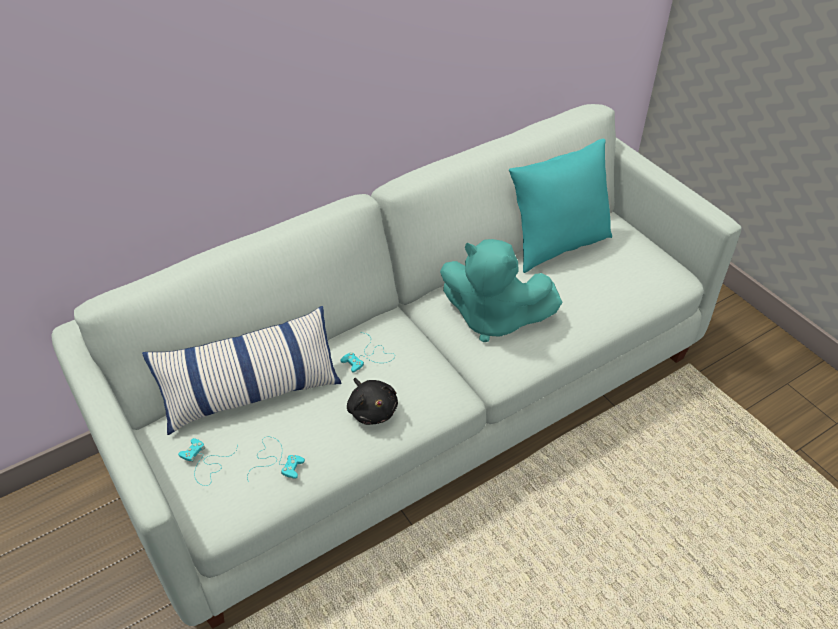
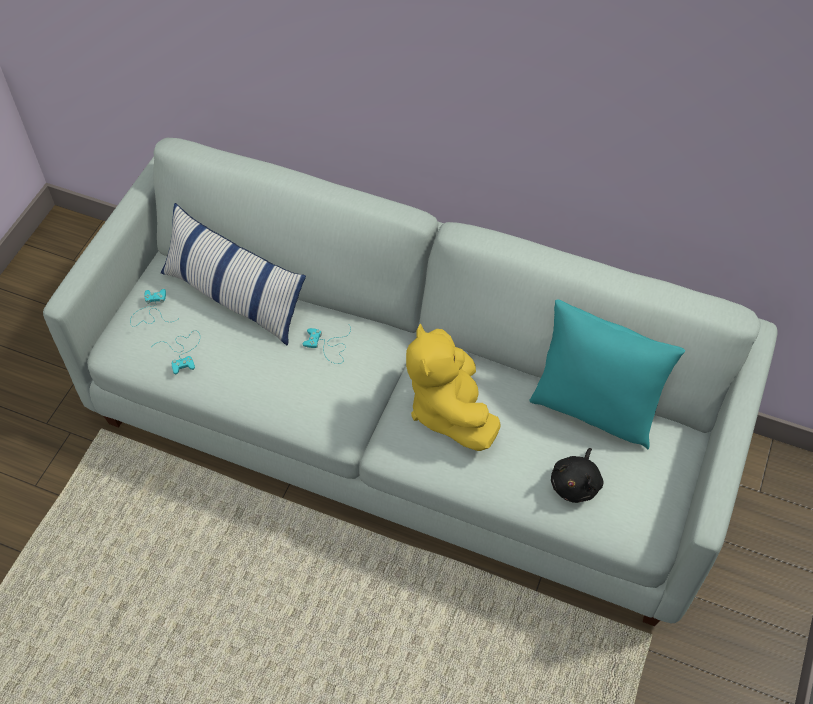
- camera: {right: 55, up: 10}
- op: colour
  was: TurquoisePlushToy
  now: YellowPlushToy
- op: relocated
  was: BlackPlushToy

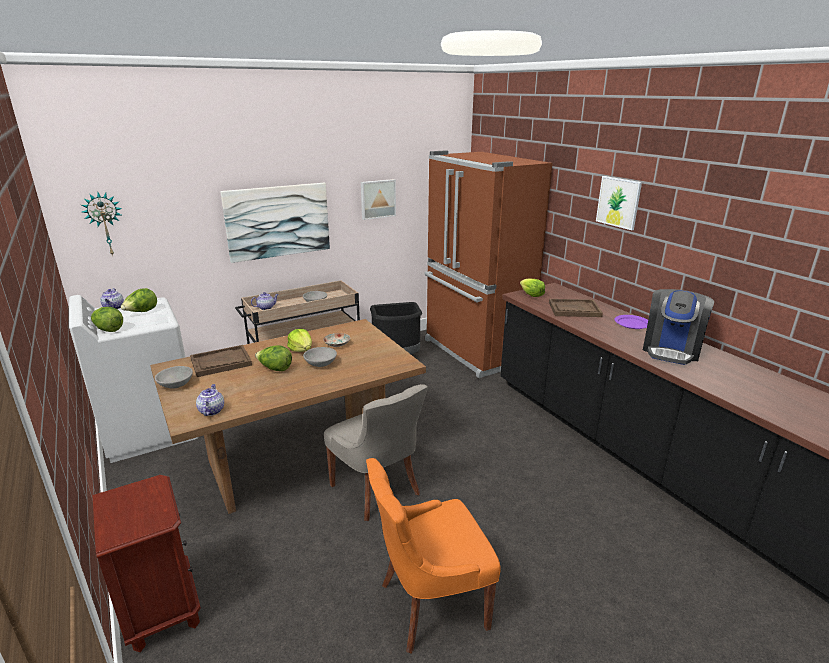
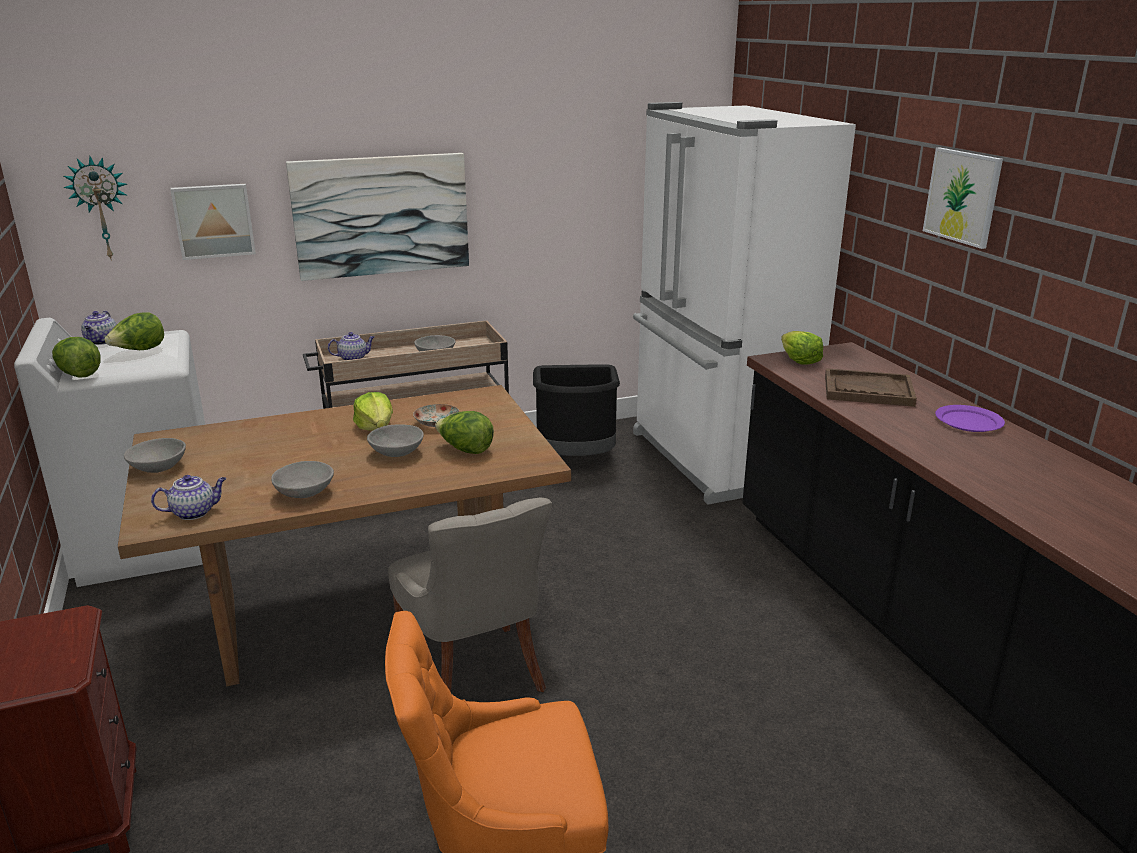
- camera: {right: 10, up: 0}
- op: colour
  was: BrownFridge
  now: WhiteFridge
- op: relocated
  was: Picture (no. 2 from left in the first image)
  now: Picture (no. 1 from left)
- op: missing
  was: CoffeeMachine
- op: missing
  was: BrownTray (no. 1 from left)
- op: relocated
  was: Lettuce (no. 3 from left in the first image)
  now: Lettuce (no. 4 from left)
- op: spun
  was: Teapot (no. 2 from left)
  clockwise: 60
- op: appeared
  now: GreyBowl (no. 2 from left)

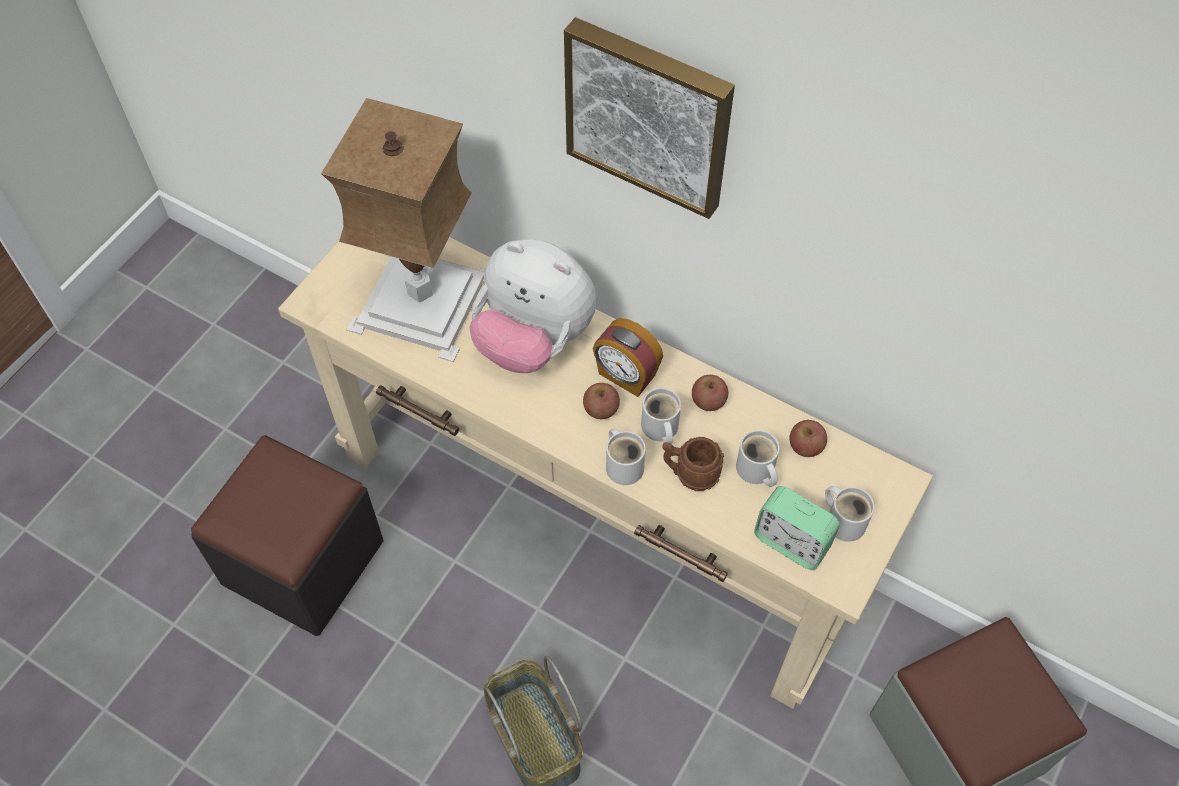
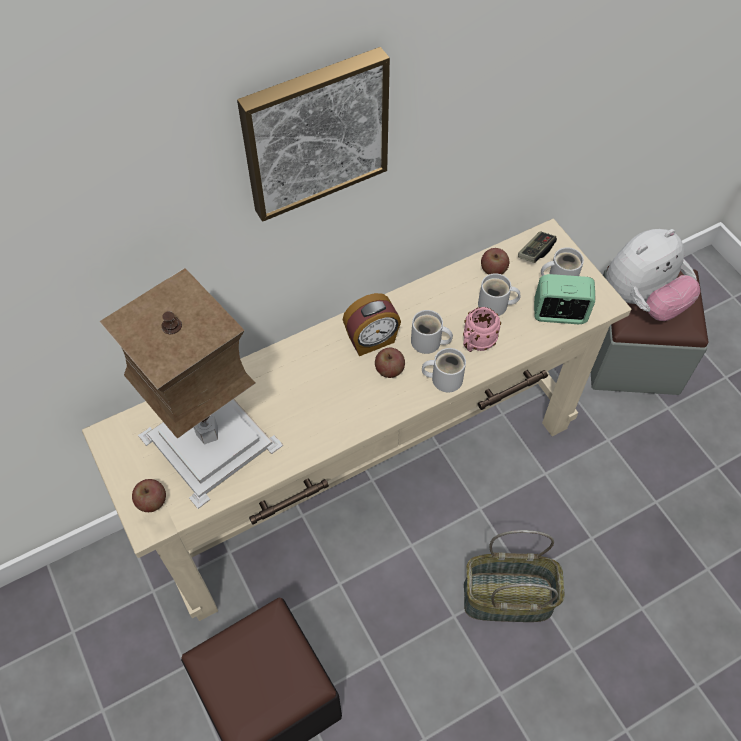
- camera: {right: -60, up: 0}
- op: relocated
  was: PlushToy
- op: relocated
  was: Apple (no. 2 from left in the first image)
  now: Apple (no. 1 from left)
- op: colour
  was: BrownMug
  now: PinkMug
- op: spun
  was: AlarmClock (no. 2 from left)
  clockwise: -150
- op: appeared
  now: GameController

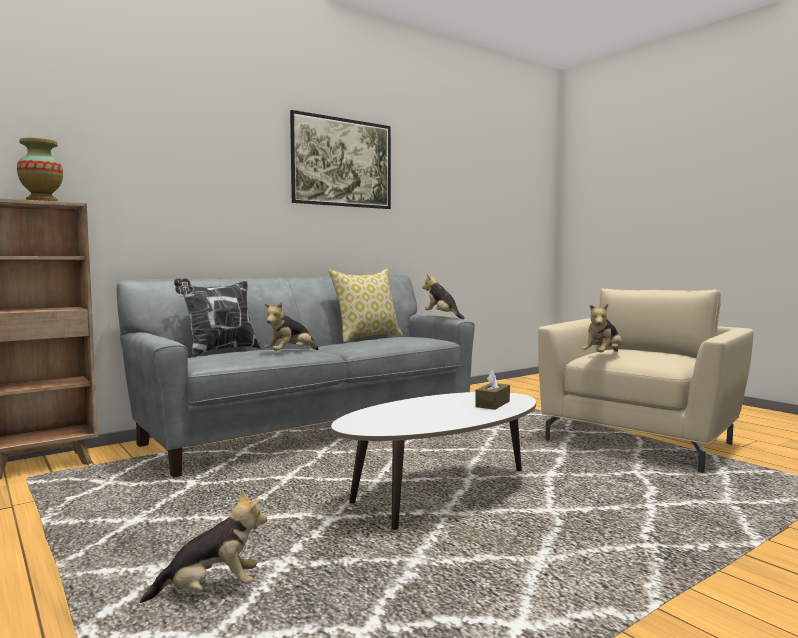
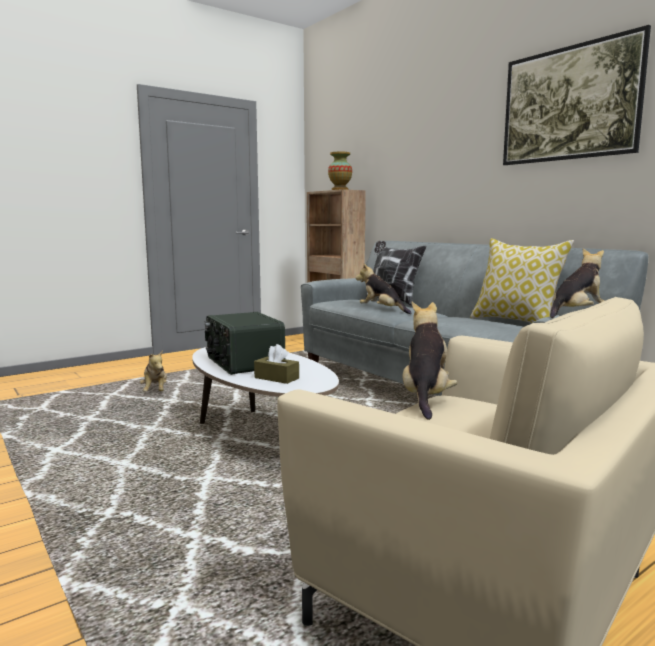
- camera: {right: 90, up: 5}
- op: spun
  was: PlushToy (no. 4 from left in the first image)
  clockwise: 60
- op: appeared
  now: Radio

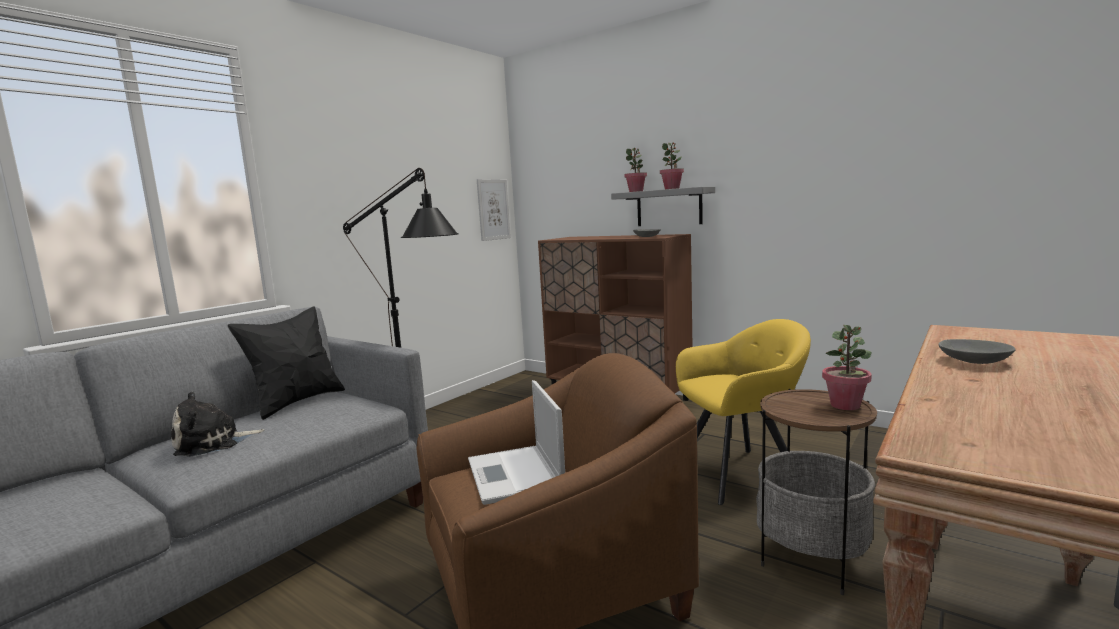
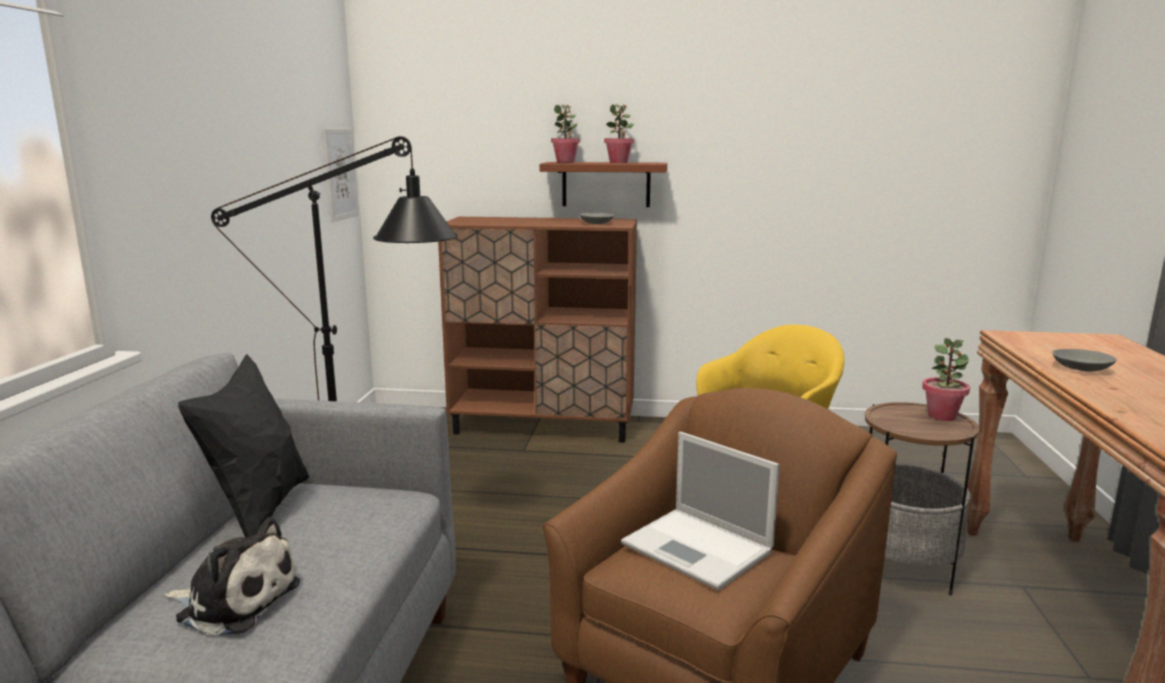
- camera: {right: -30, up: 5}
- op: colour
  was: GreyShelf
  now: BrownShelf
- op: spun
  was: PlushToy
  clockwise: -105

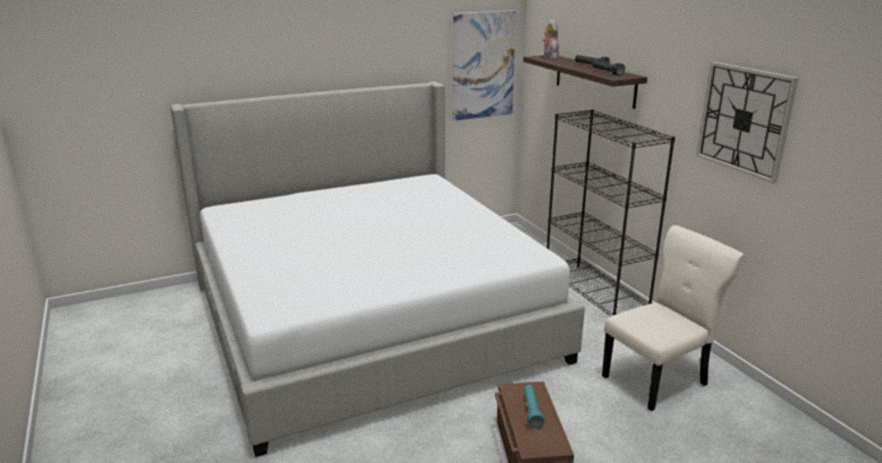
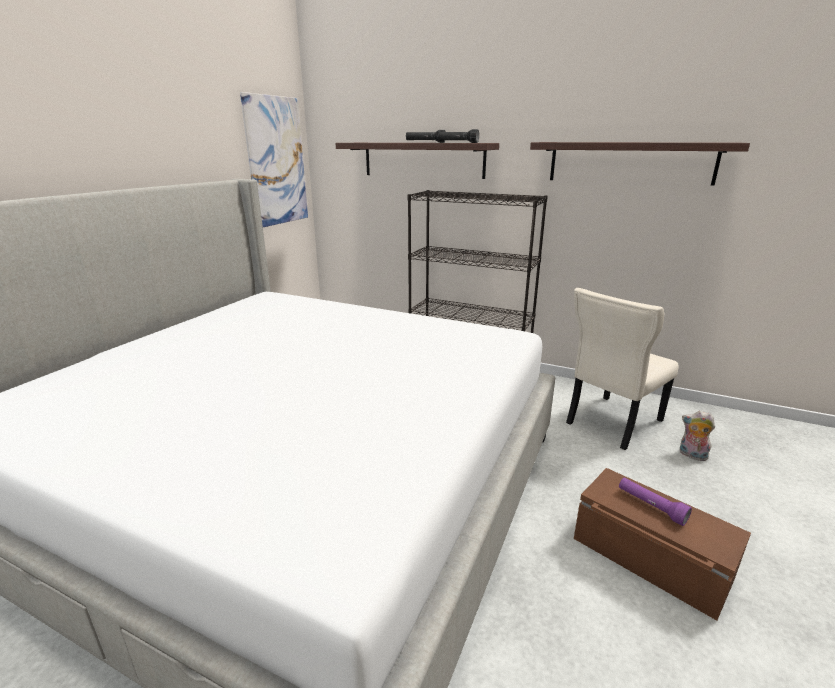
- camera: {right: -40, up: 0}
- op: relocated
  was: PlushToy
- op: exchanged
  was: WallClock
  now: Shelf (no. 2 from left)
- op: spun
  was: BeigeChair
  clockwise: -150
- op: colour
  was: TurquoiseFlashlight
  now: PurpleFlashlight

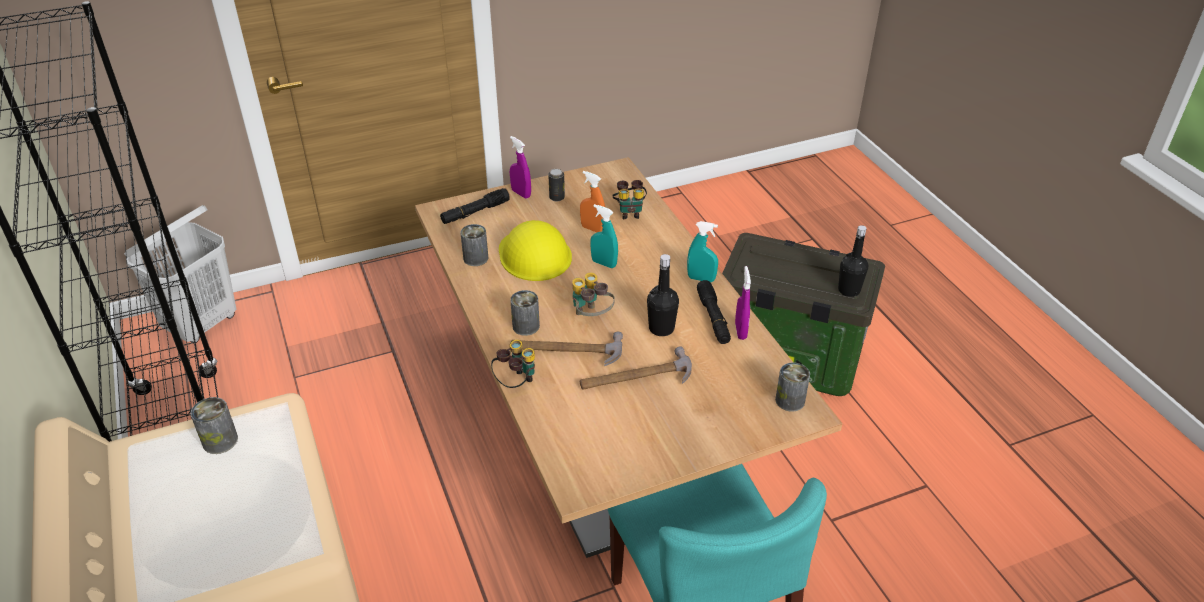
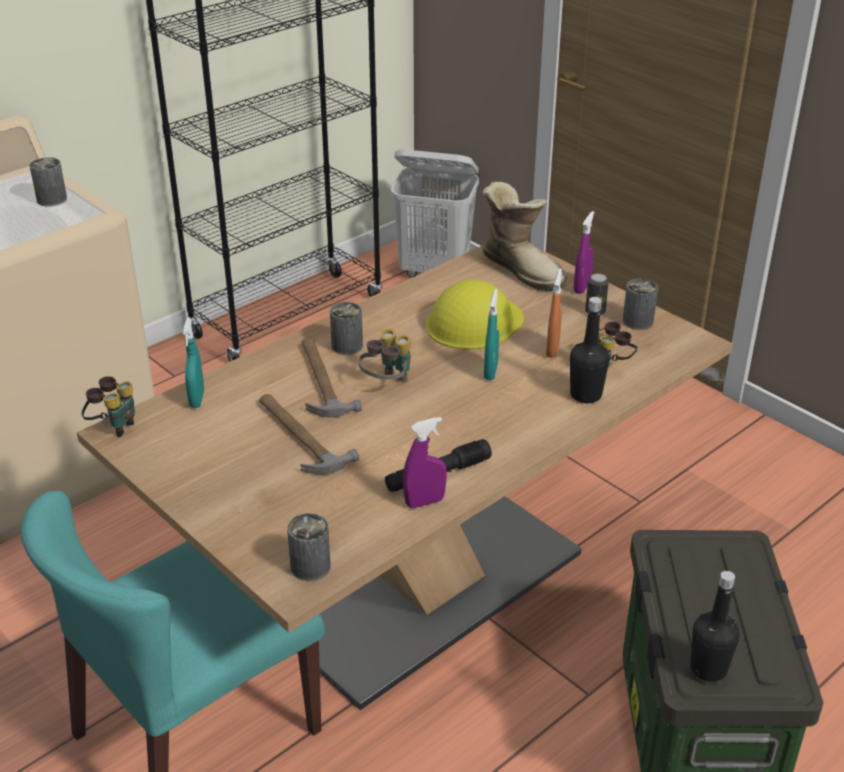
- camera: {right: 70, up: -5}
- op: exchanged
  was: BlackFlashlight (no. 1 from left)
  now: Boot
- op: relocated
  was: TurquoiseSprayBottle (no. 2 from left in the first image)
  now: TurquoiseSprayBottle (no. 1 from left)
- op: relocated
  was: Can (no. 2 from left in the first image)
  now: Can (no. 5 from left)
- op: relocated
  was: BlackBottle (no. 1 from left)
- op: relocated
  was: Binoculars (no. 1 from left)

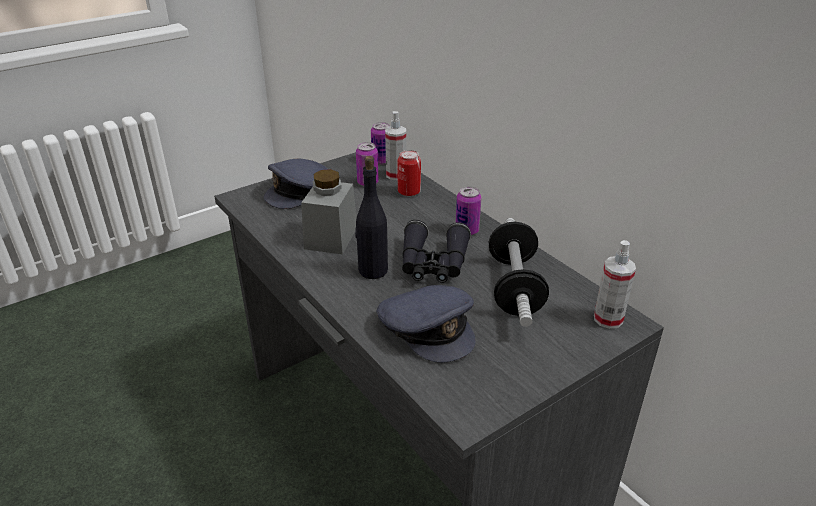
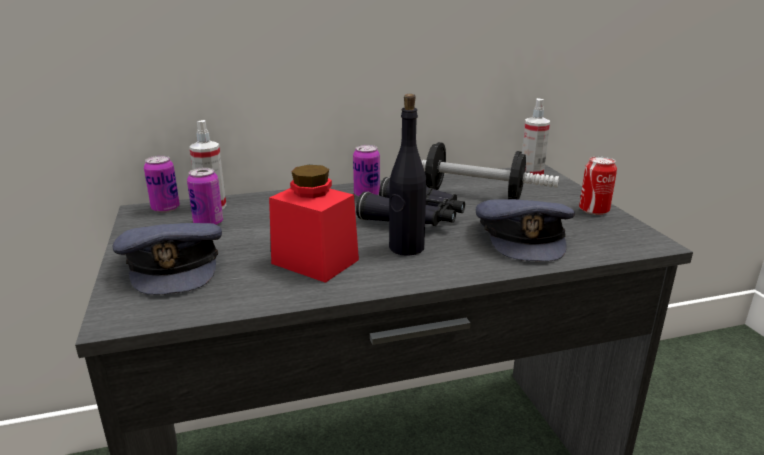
- camera: {right: -70, up: -10}
- op: relocated
  was: Can (no. 3 from left in the first image)
  now: Can (no. 4 from left)
- op: colour
  was: GreyJar
  now: RedJar
- op: spun
  was: GreyCap (no. 2 from left)
  clockwise: 105

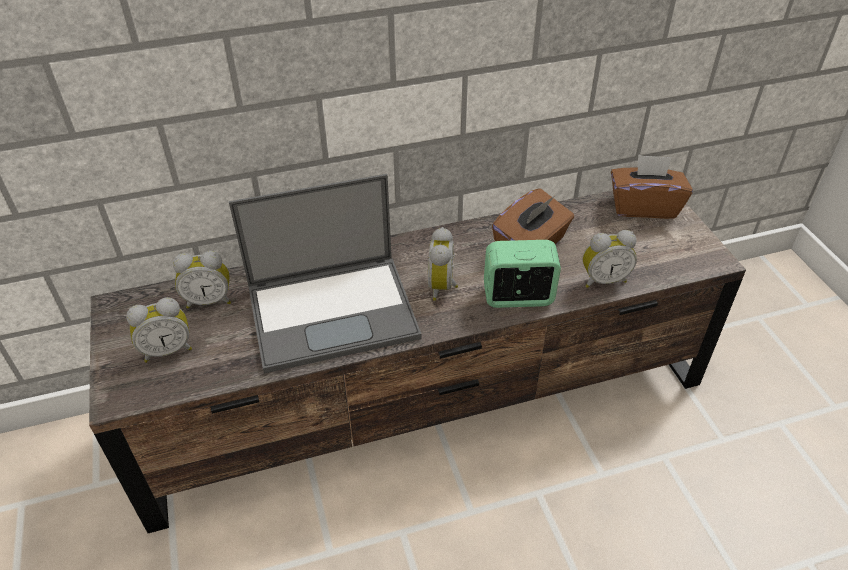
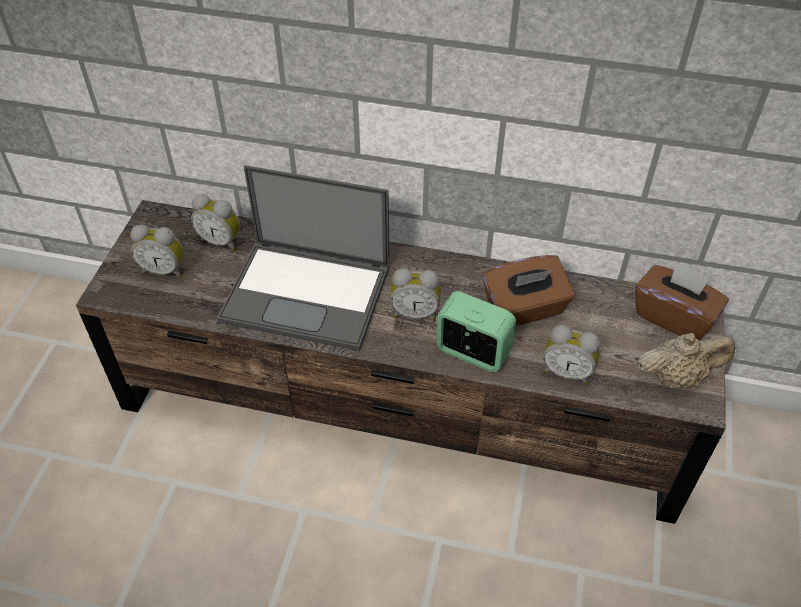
- camera: {right: 30, up: 5}
- op: spun
  was: AlarmClock (no. 3 from left)
  clockwise: -120
- op: appeared
  now: BeigeTeapot

